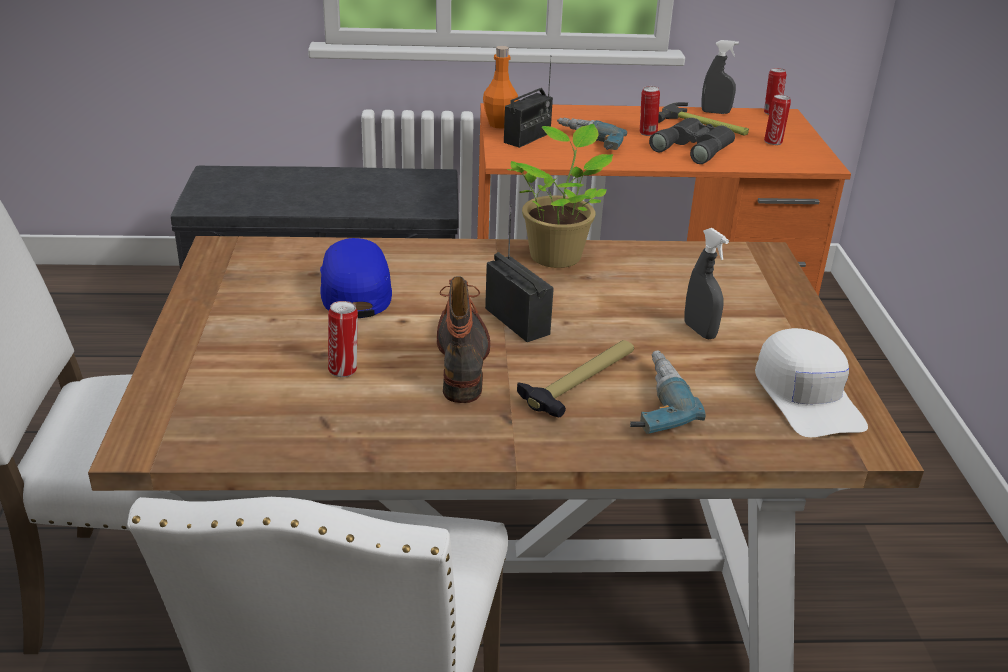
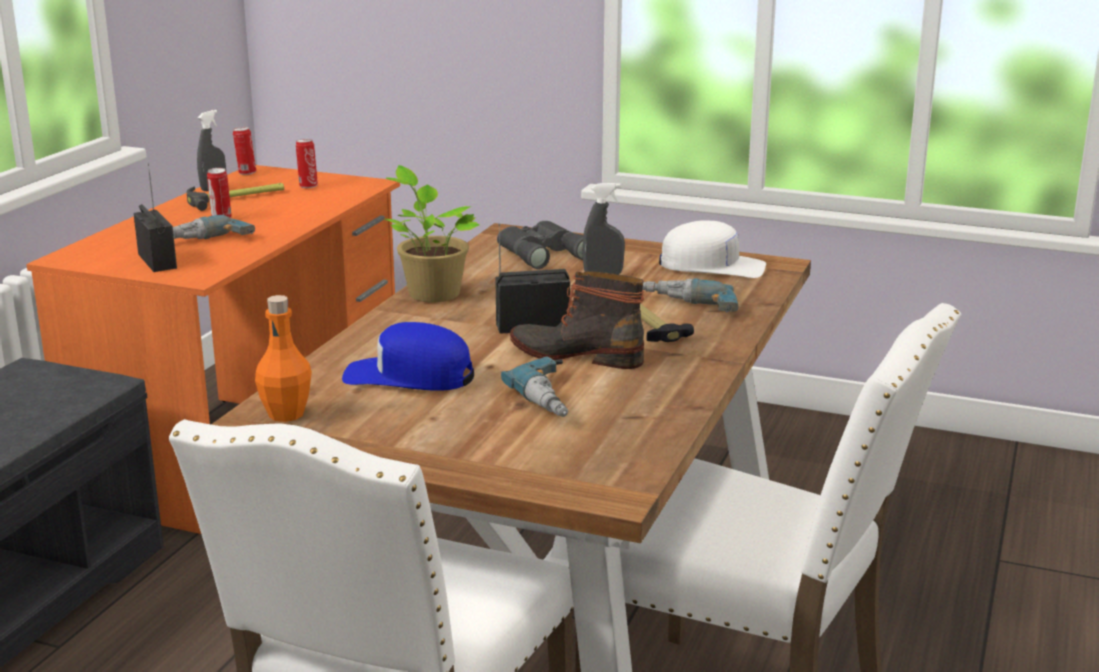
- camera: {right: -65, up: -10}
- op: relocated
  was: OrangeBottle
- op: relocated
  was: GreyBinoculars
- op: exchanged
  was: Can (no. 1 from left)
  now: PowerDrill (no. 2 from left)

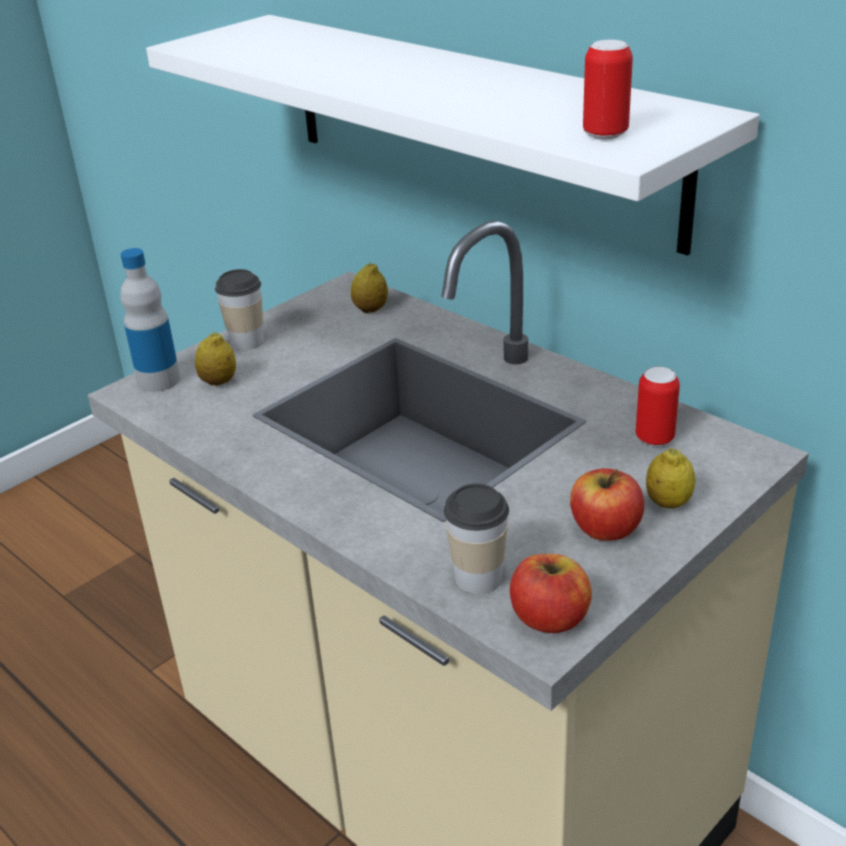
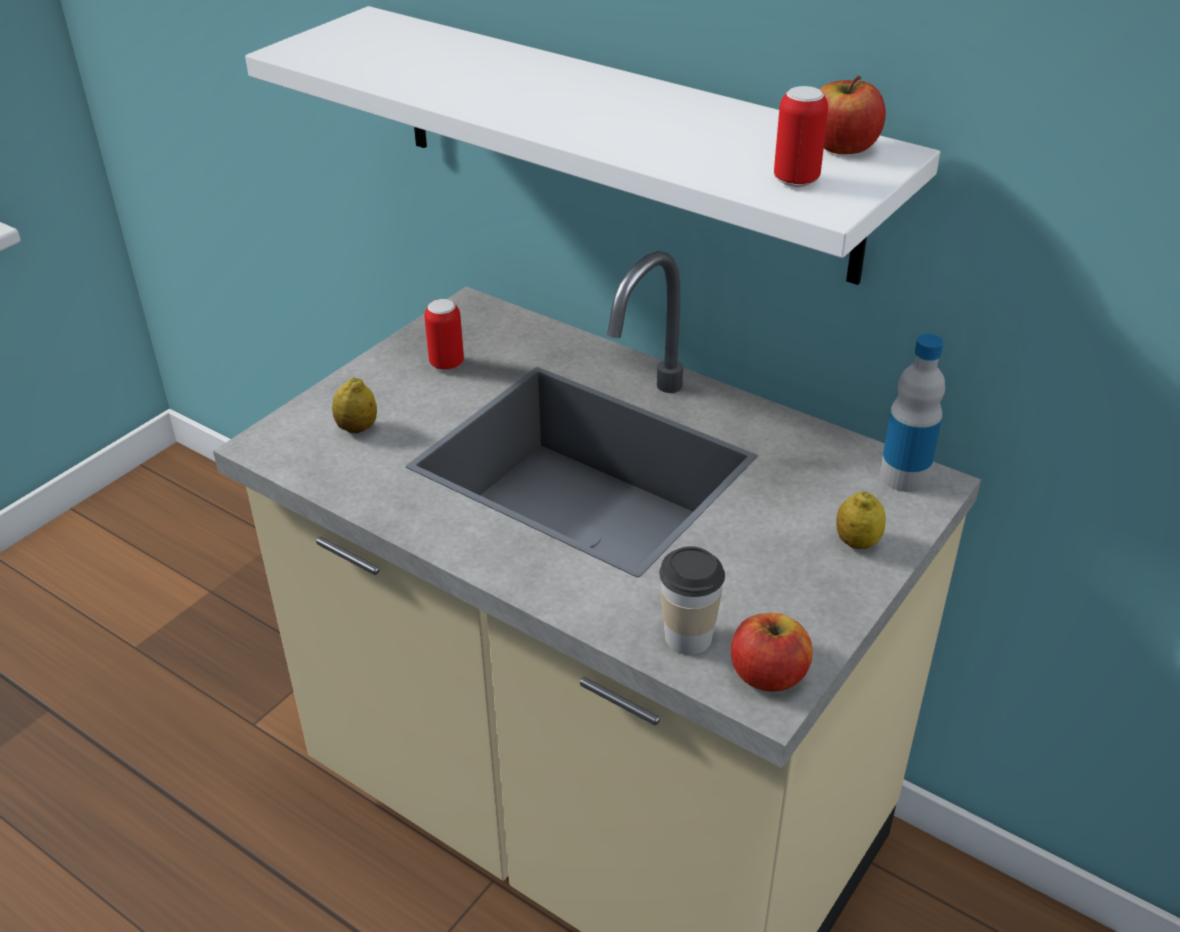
- camera: {right: -10, up: 5}
- op: relocated
  was: Bottle
- op: missing
  was: Lemon (no. 2 from left)
- op: missing
  was: Cup (no. 1 from left)
- op: relocated
  was: Can (no. 2 from left in the first image)
  now: Can (no. 1 from left)
- op: relocated
  was: Apple (no. 2 from left)

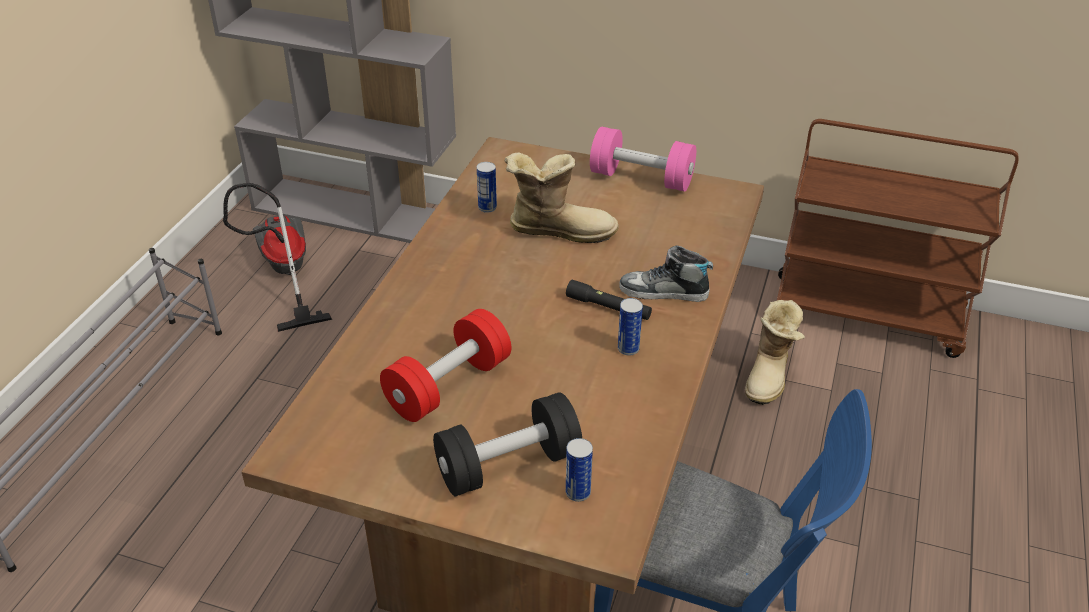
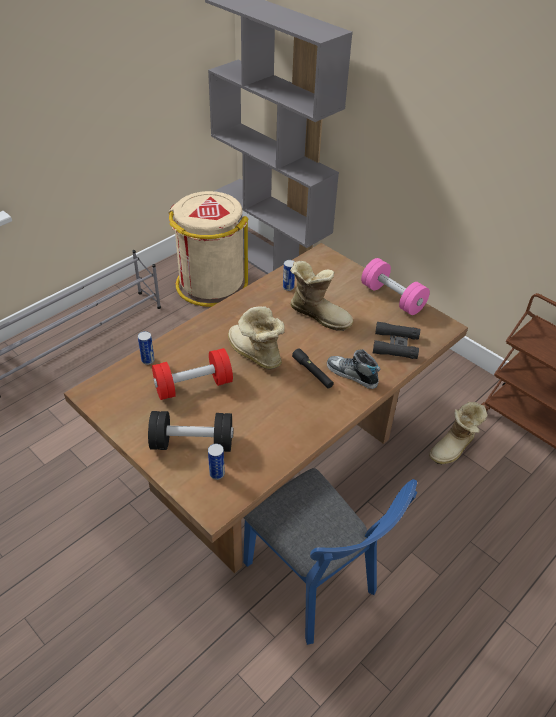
- camera: {right: 25, up: 5}
- op: exchanged
  was: VacuumCleaner
  now: BeigeTrashCan
- op: relocated
  was: Can (no. 3 from left in the first image)
  now: Can (no. 1 from left)
- op: appeared
  now: Boot (no. 1 from left)
- op: appeared
  now: BlackBinoculars

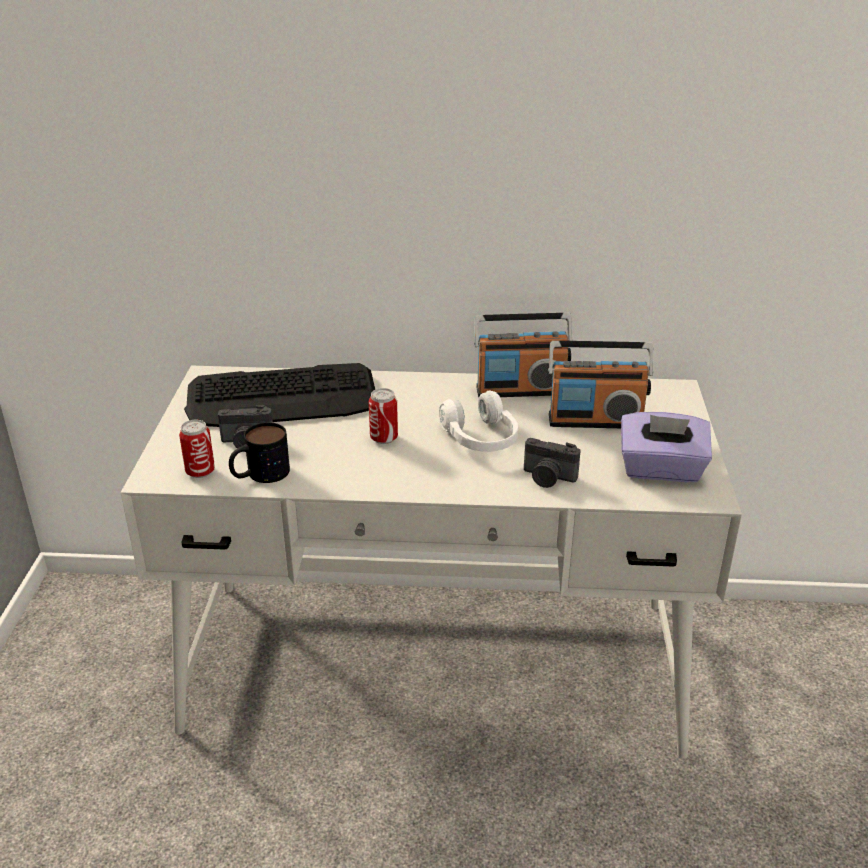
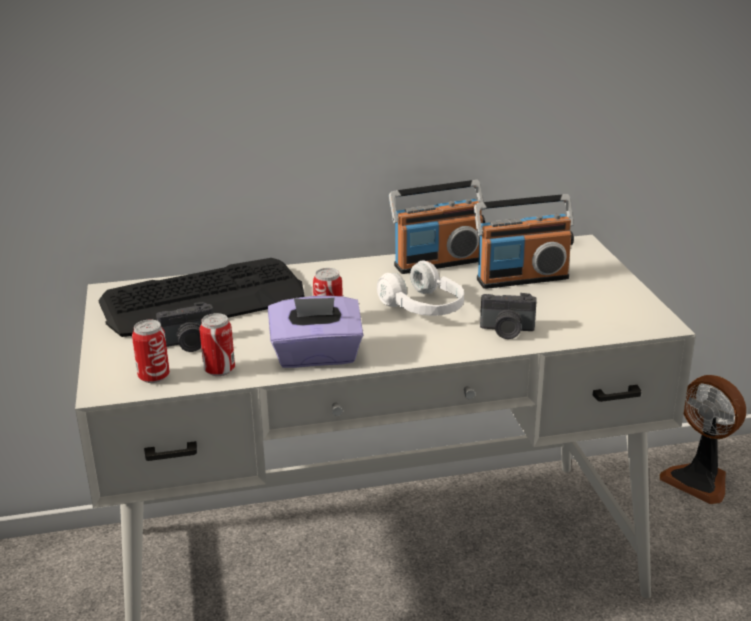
- camera: {right: -15, up: -5}
- op: relocated
  was: PurpleTissueBox
- op: exchanged
  was: Mug
  now: Can (no. 2 from left)
- op: appeared
  now: Fan

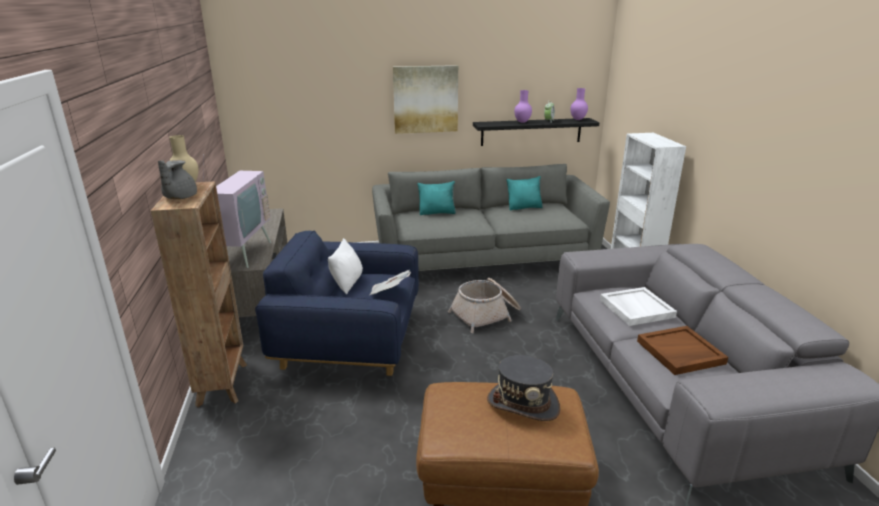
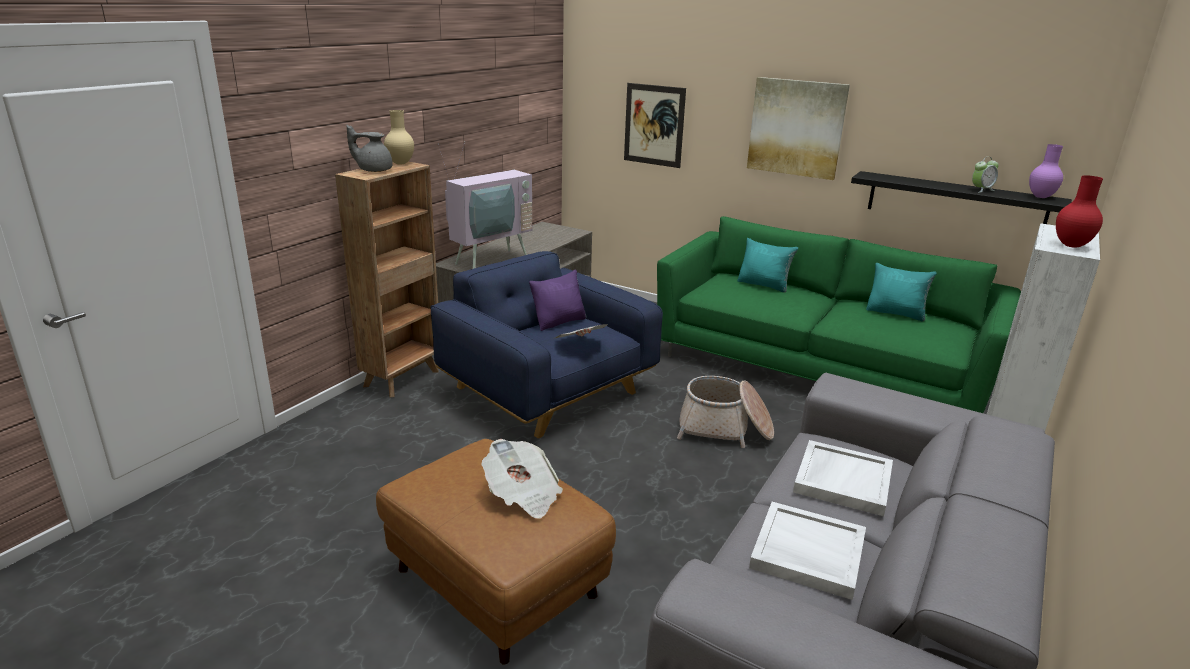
- camera: {right: 40, up: 0}
- op: missing
  was: PurpleVase (no. 1 from left)
- op: spun
  was: GreyTeapot
  clockwise: 45
- op: colour
  was: GreySofa (no. 1 from left)
  now: GreenSofa
- op: colour
  was: WhitePillow
  now: PurplePillow
- op: colour
  was: BrownTray
  now: WhiteTray (no. 1 from left)
- op: exchanged
  was: GreyHat
  now: Newspaper (no. 1 from left)
- op: appeared
  now: Picture (no. 1 from left)
- op: appeared
  now: RedVase

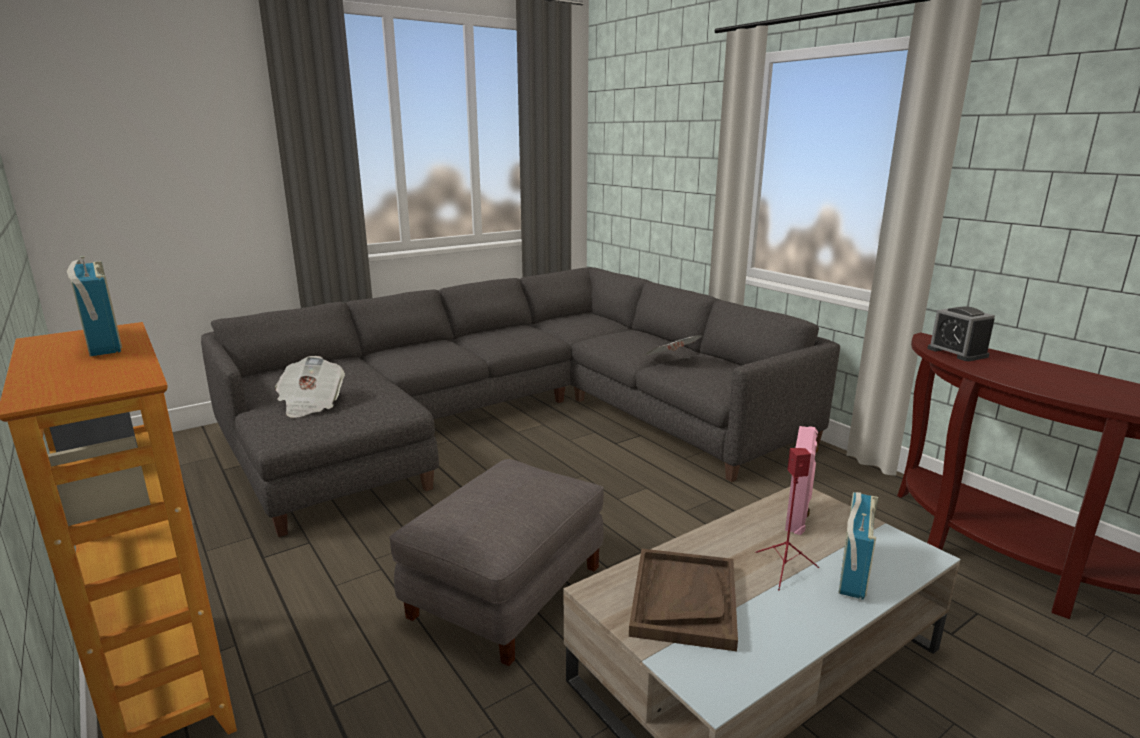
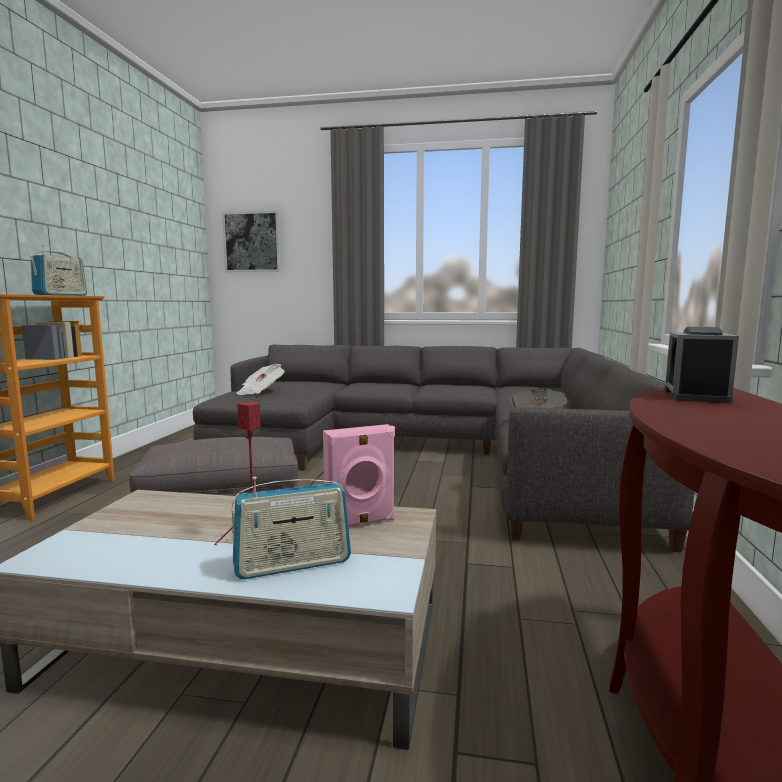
- camera: {right: 45, up: -10}
- op: missing
  was: BrownTray
- op: appeared
  now: Picture

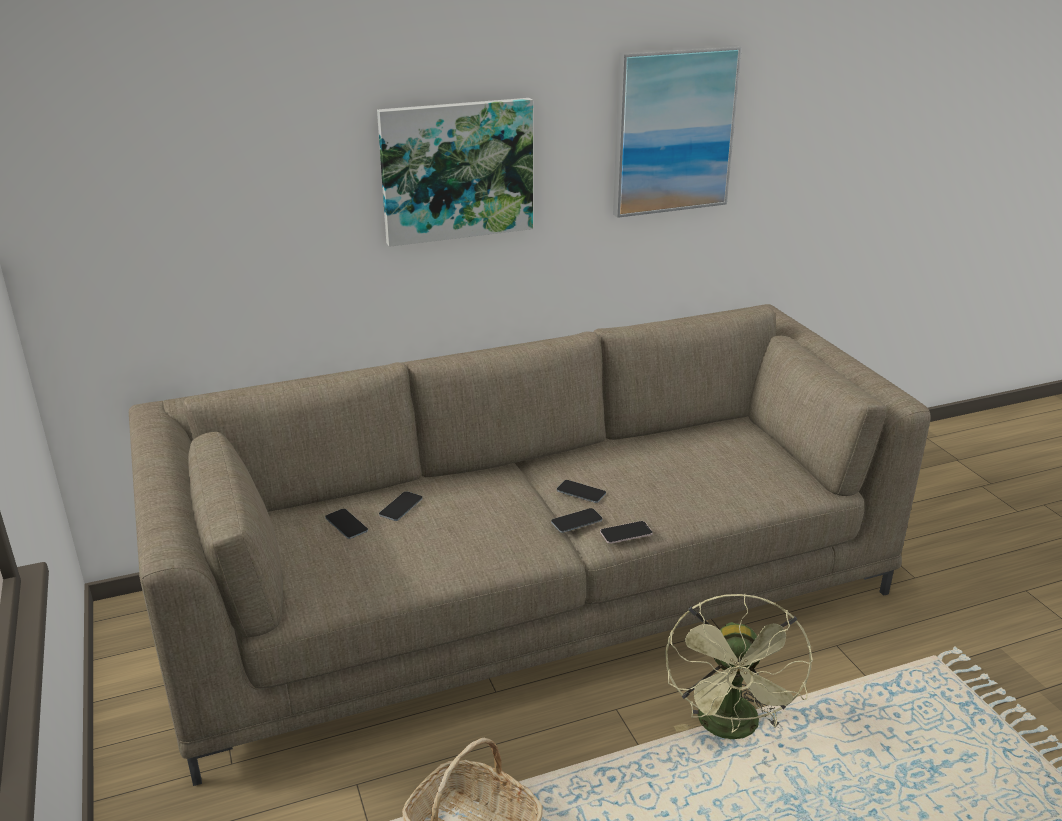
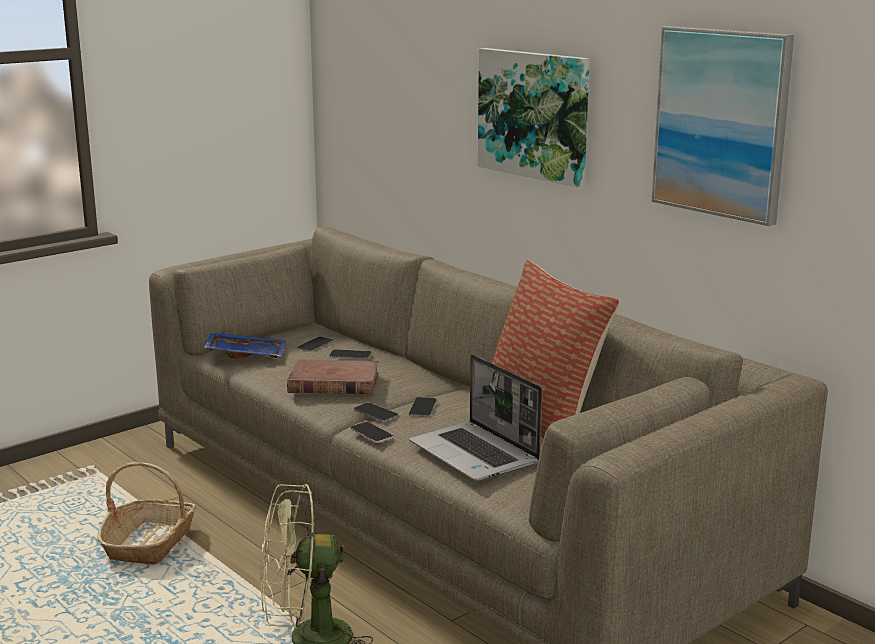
- camera: {right: 70, up: -10}
- op: appeared
  now: Pillow
- op: appeared
  now: BlueTray
- op: appeared
  now: Laptop
- op: appeared
  now: BrownBook

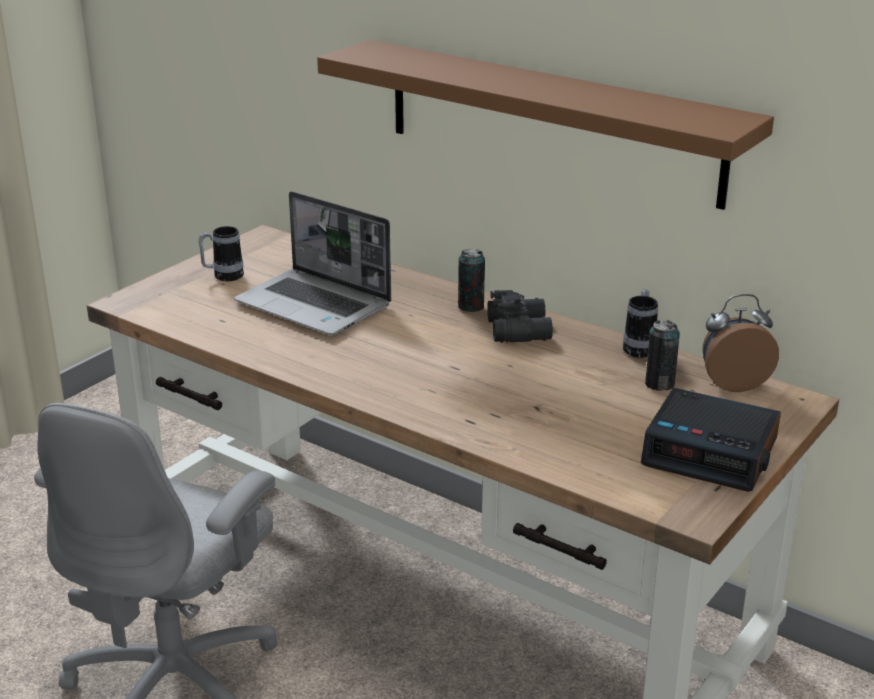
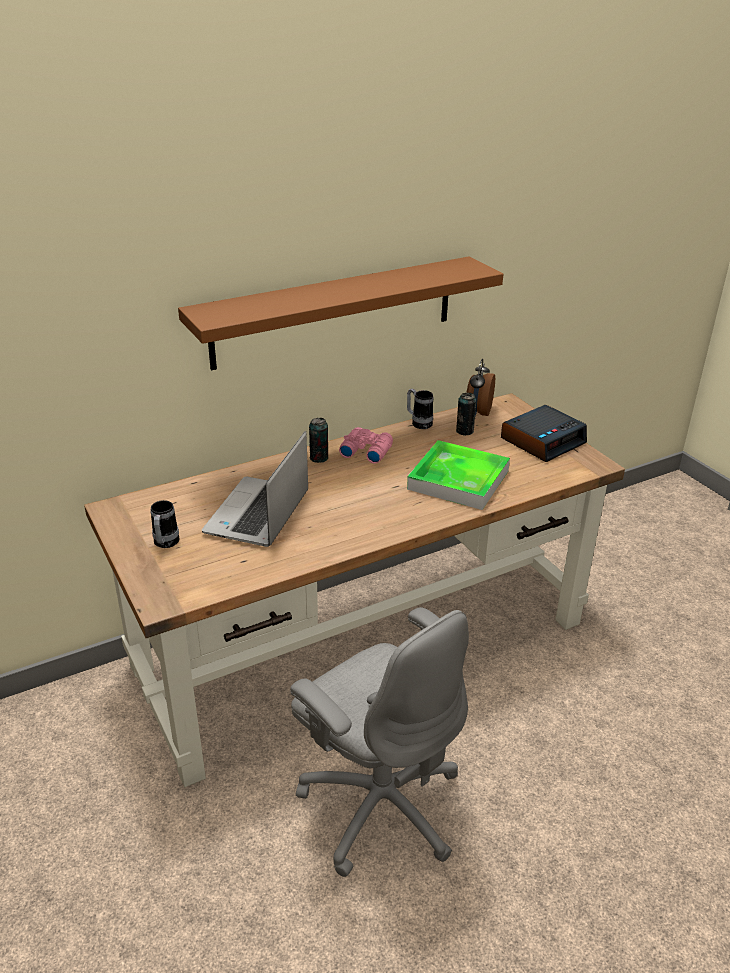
- camera: {right: -65, up: 5}
- op: spun
  was: Laptop
  clockwise: 135
- op: colour
  was: BlackBinoculars
  now: PinkBinoculars
- op: appeared
  now: Tray

